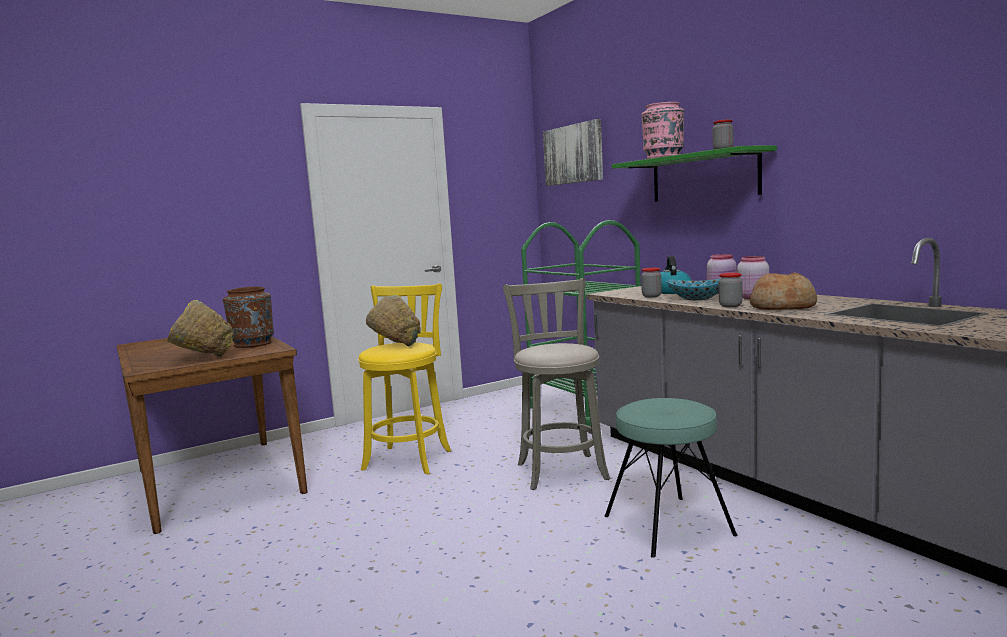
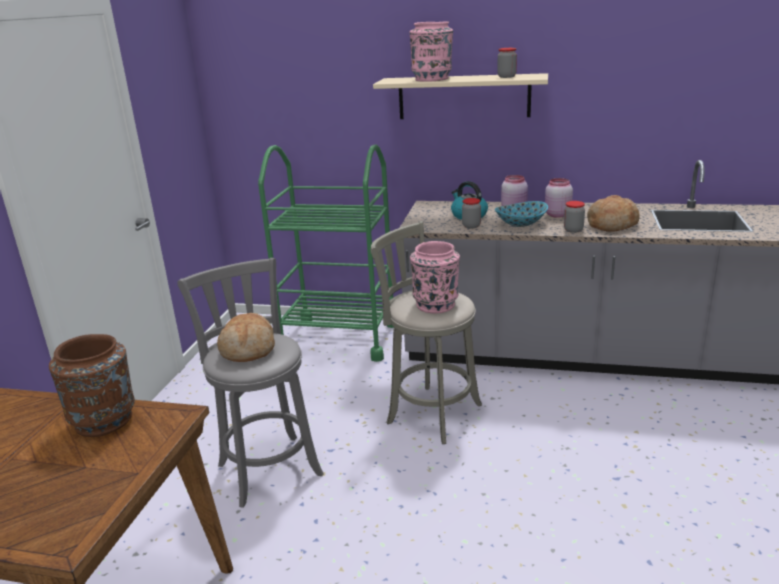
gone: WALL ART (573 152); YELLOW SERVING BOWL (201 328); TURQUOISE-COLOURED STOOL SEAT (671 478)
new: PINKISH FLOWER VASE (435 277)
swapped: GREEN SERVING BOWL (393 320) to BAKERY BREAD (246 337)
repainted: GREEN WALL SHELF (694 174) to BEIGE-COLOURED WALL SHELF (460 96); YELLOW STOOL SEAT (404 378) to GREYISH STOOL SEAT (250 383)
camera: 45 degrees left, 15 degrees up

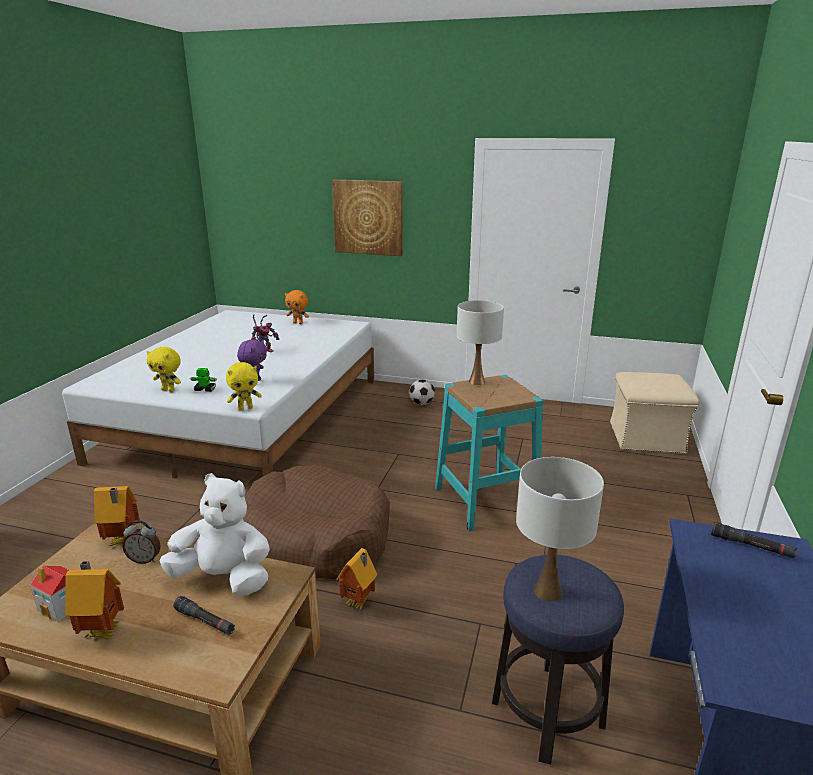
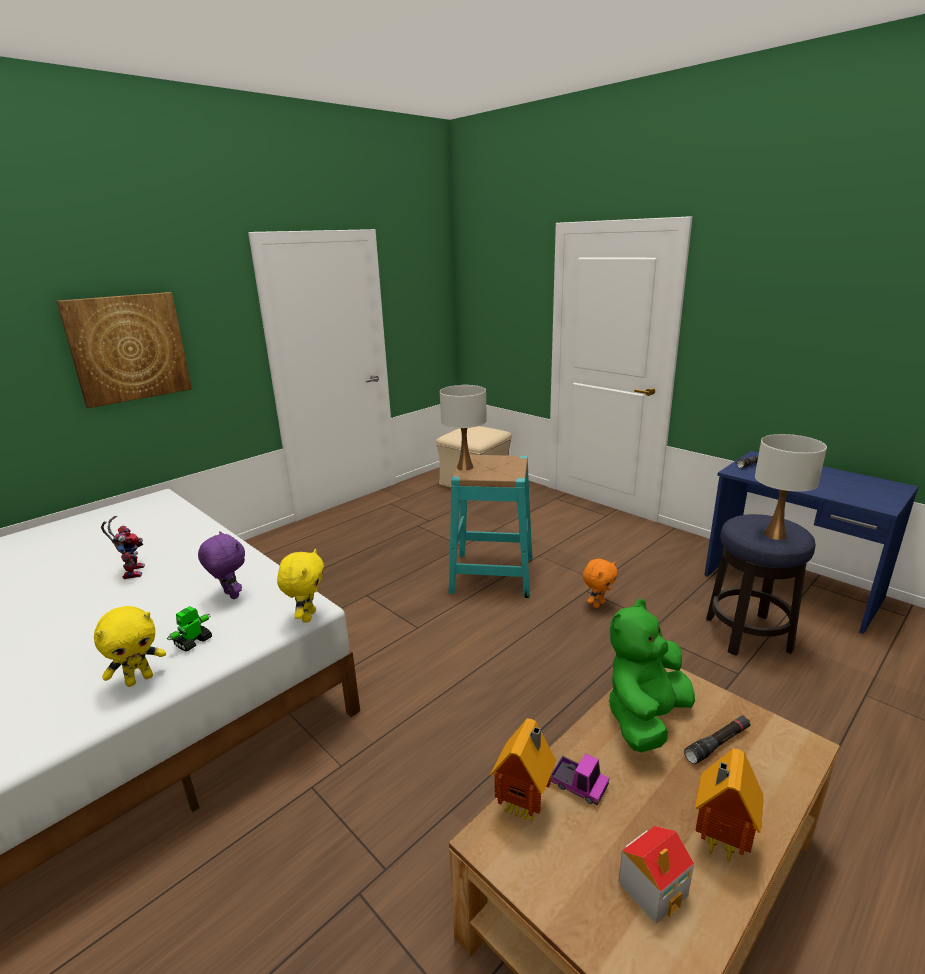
gone: FOOTBALL BALL (422 392); BROWNISH DOG BED (316 522); MINIATURE HOUSE (356 579)
shifted: ORANGE SOFT TOY (297 307) to (600 583)
swapped: TABLE CLOCK (141 542) to MODEL TRUCK (579 779)
repainted: WHITE SOFT TOY (215 534) to GREEN SOFT TOY (651 675)
camera: 60 degrees left, 0 degrees up

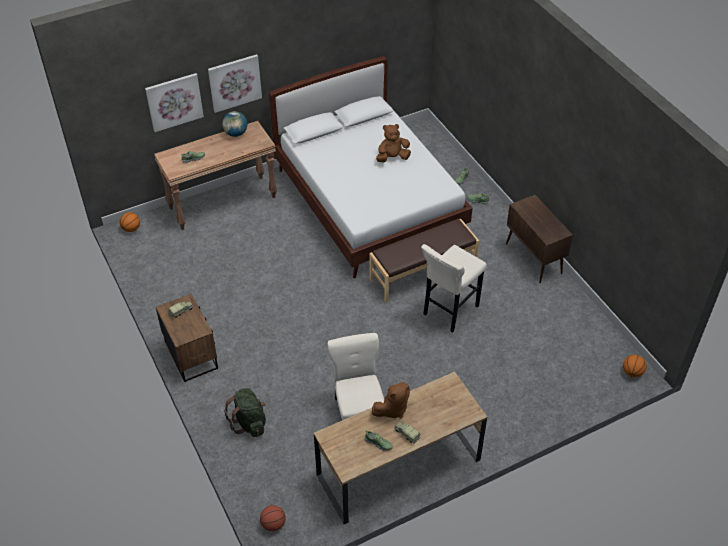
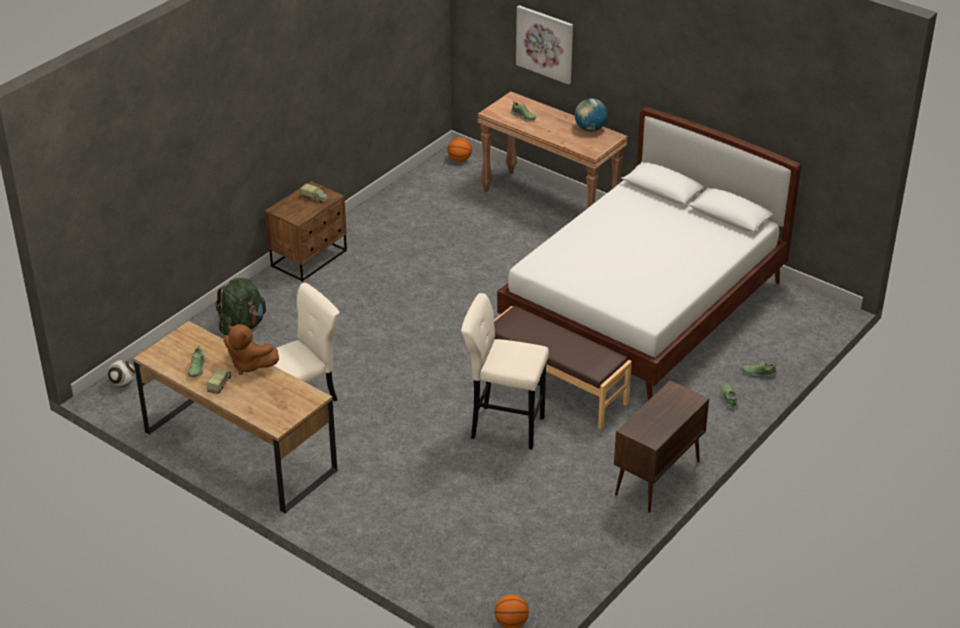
gone: WALL ART (235 83); BROWNISH SOFT TOY (393 143)
swapped: BALL FOR BASKETBALL (273 518) to FOOTBALL BALL (121 373)
camera: 65 degrees right, 10 degrees down

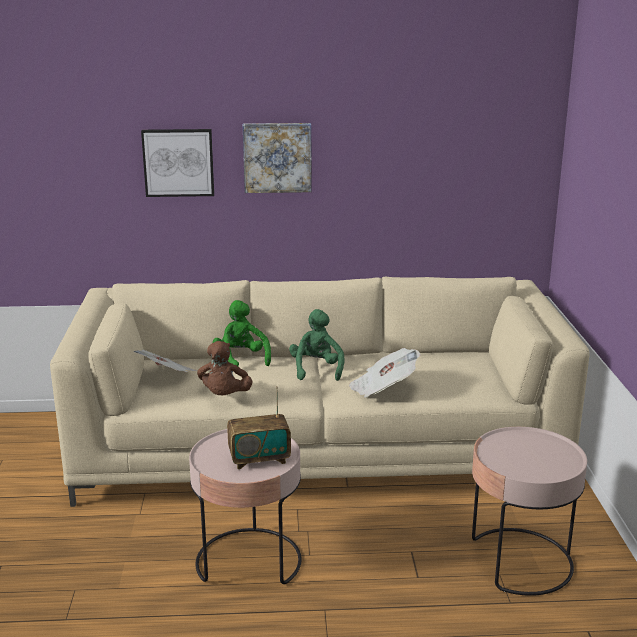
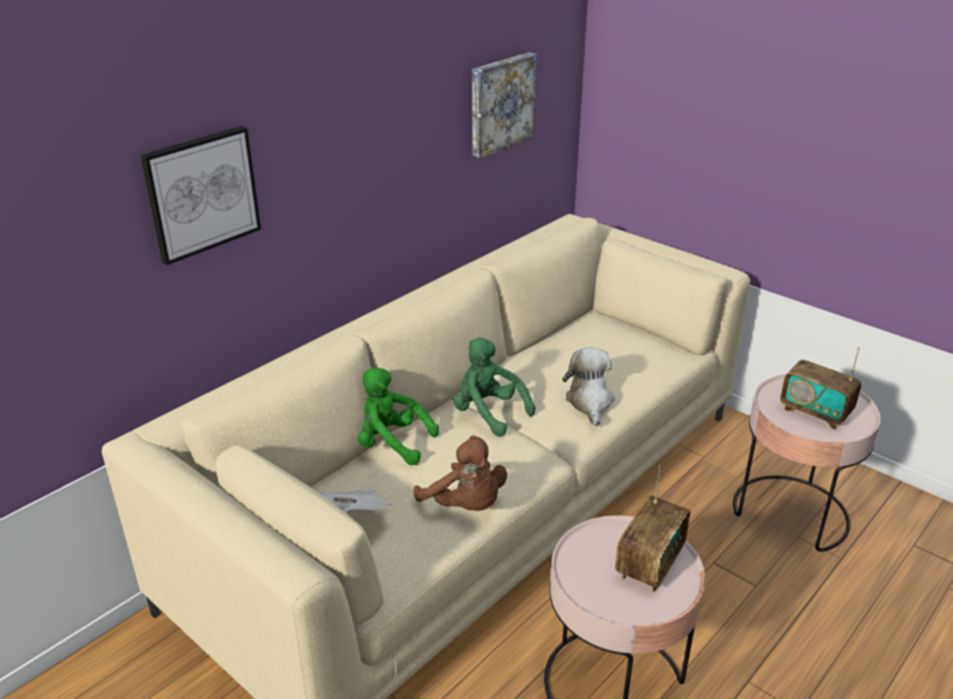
new: RADIO RECEIVER (820 388)
shifted: WALL ART (277 158) to (504 105)
swapped: NEWSPAPER (385 372) to SOFT TOY (589 386)
camera: 45 degrees left, 10 degrees up

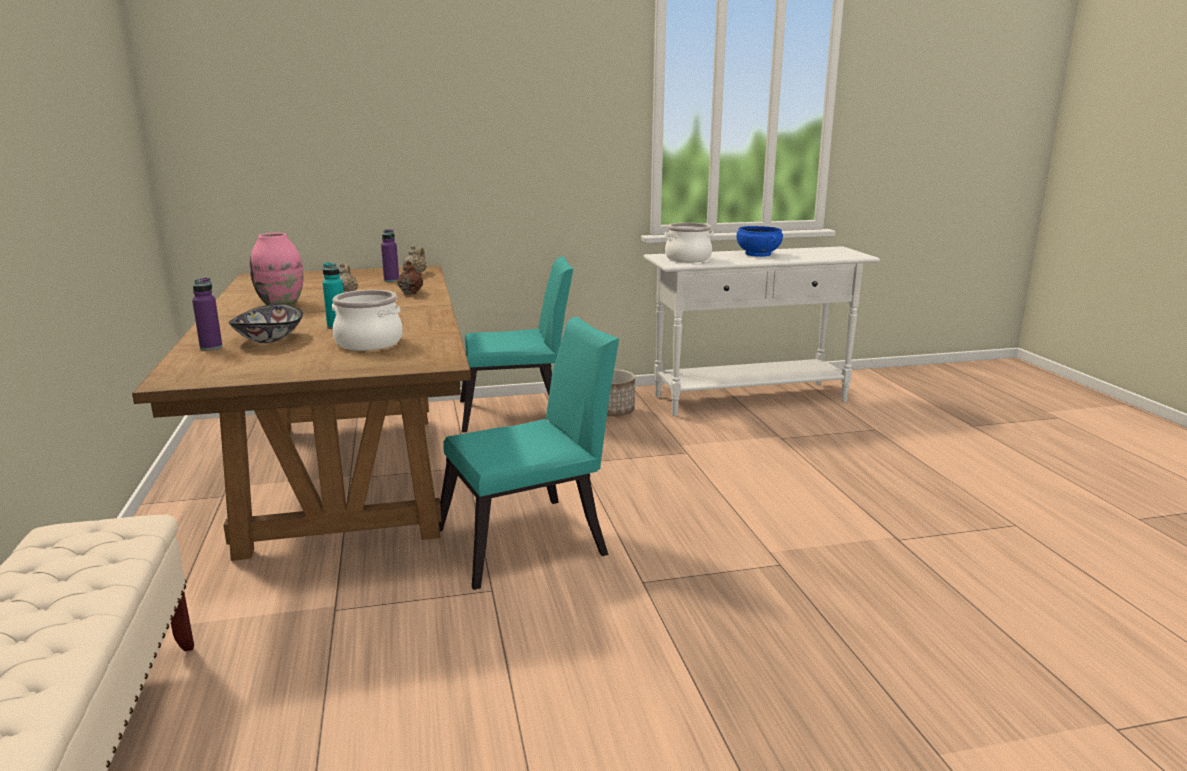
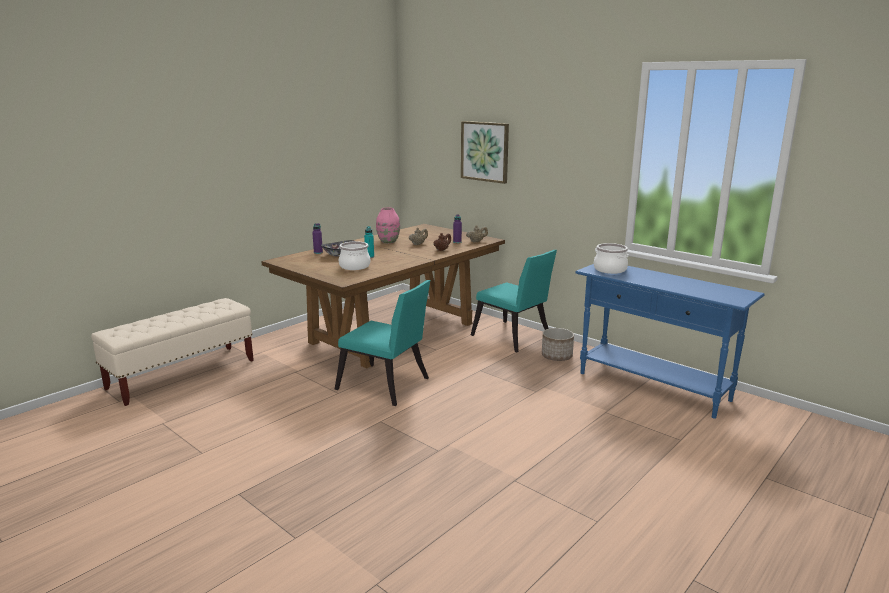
gone: BLUE SERVING BOWL (760 241)
new: WALL ART (485 152)
repainted: WHITE CONSOLE TABLE (761 331) to BLUE CONSOLE TABLE (670 341)
camera: 55 degrees right, 0 degrees up

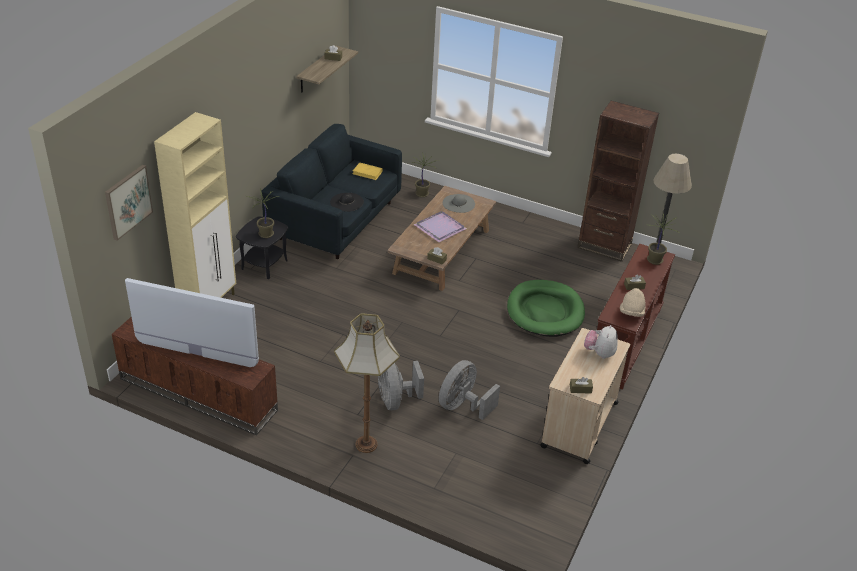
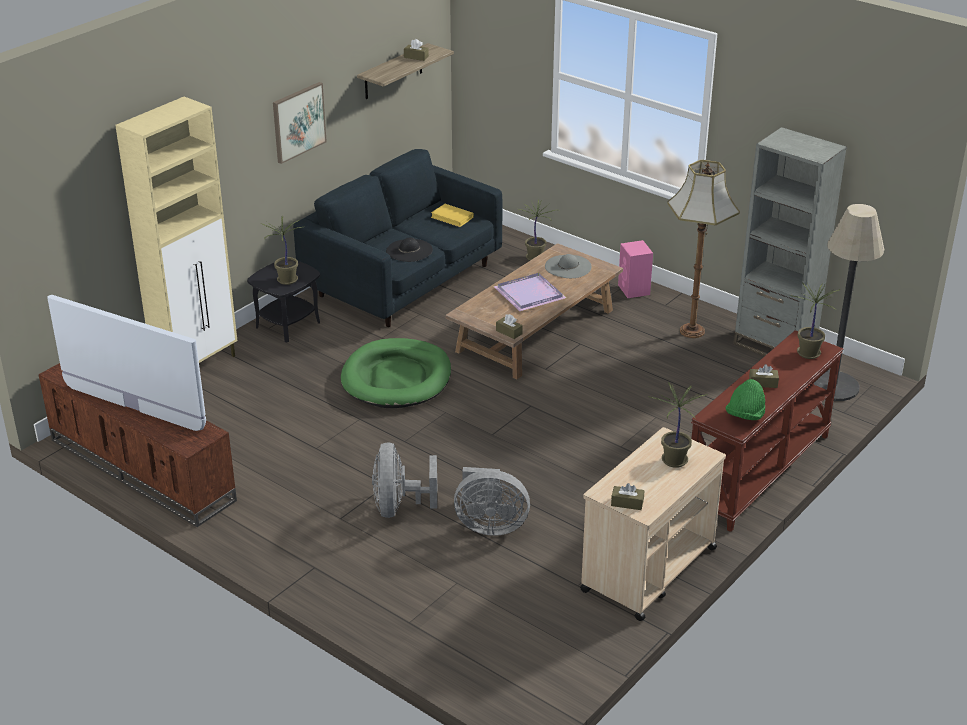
new: PINKISH AUDIO SPEAKER (635 269)
shifted: WALL ART (129 203) to (300 123); GREEN DOG BED (546 308) to (396 373); FLOOR LAMP (367 383) to (703 249)
swapped: SOFT TOY (601 342) to POTTED PLANT (678 425)
repainted: BROWNISH BOOKCASE (618 181) to GREYISH BOOKCASE (790 241); BEIGE-COLOURED WEARABLE HAT (632 302) to GREEN WEARABLE HAT (745 399)
rotated: GREYISH COOLING FAN (469 390) = (492 501) 135 degrees counterclockwise
camera: 15 degrees right, 5 degrees down

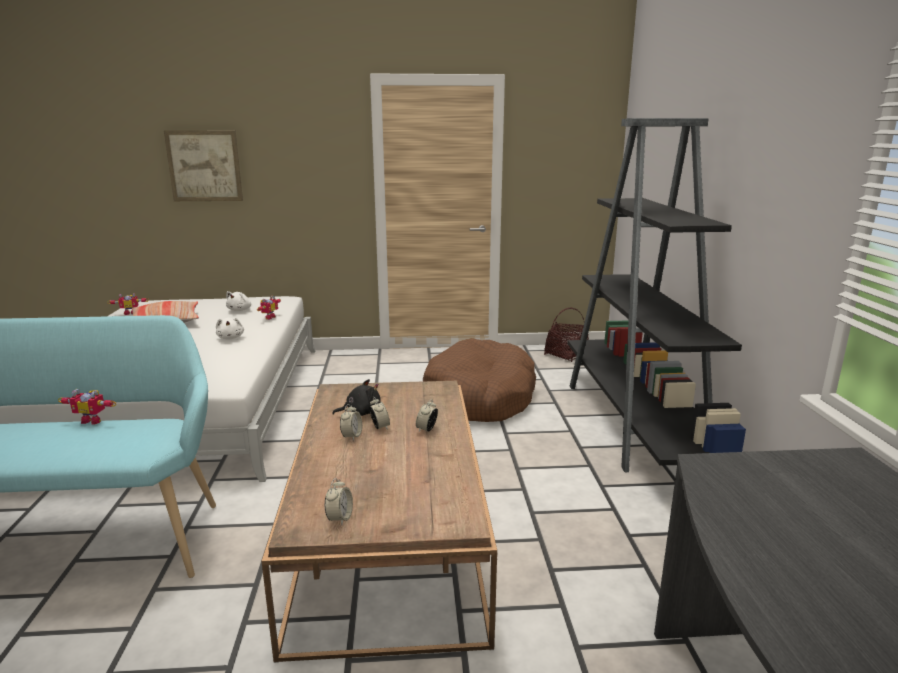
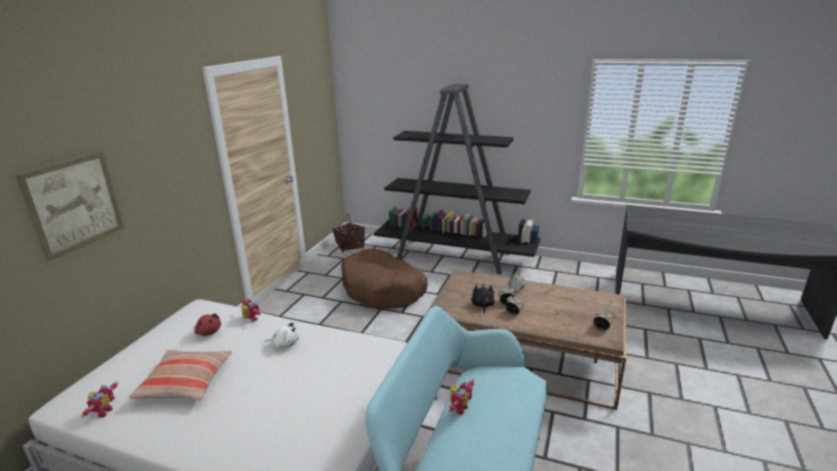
repainted: WHITE SOFT TOY (238 301) to RED-COLOURED SOFT TOY (207 324)
camera: 65 degrees left, 5 degrees up

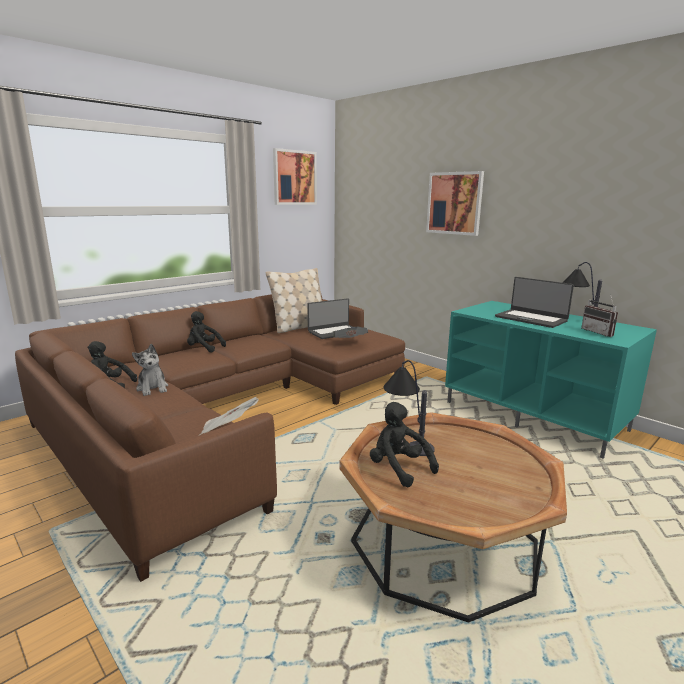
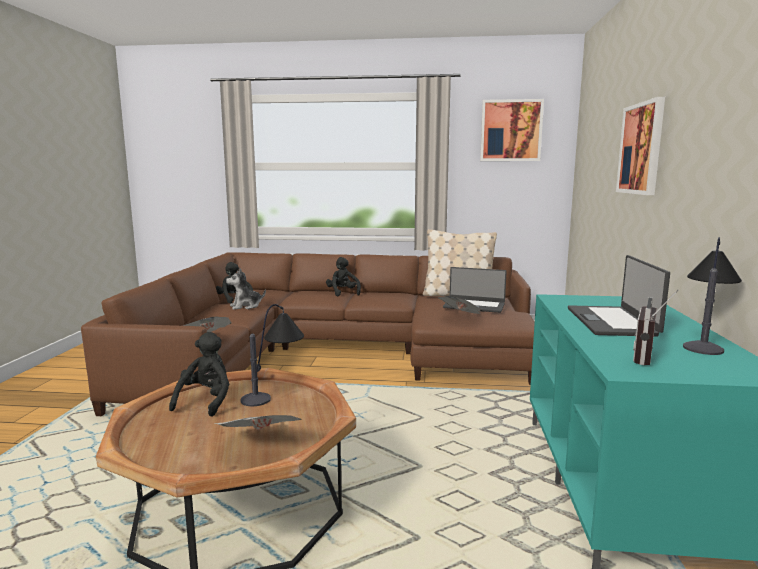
new: NEWSPAPER (258 422)
rotated: SOFT TOY (150 370) = (246 289) 45 degrees clockwise
camera: 50 degrees right, 5 degrees down

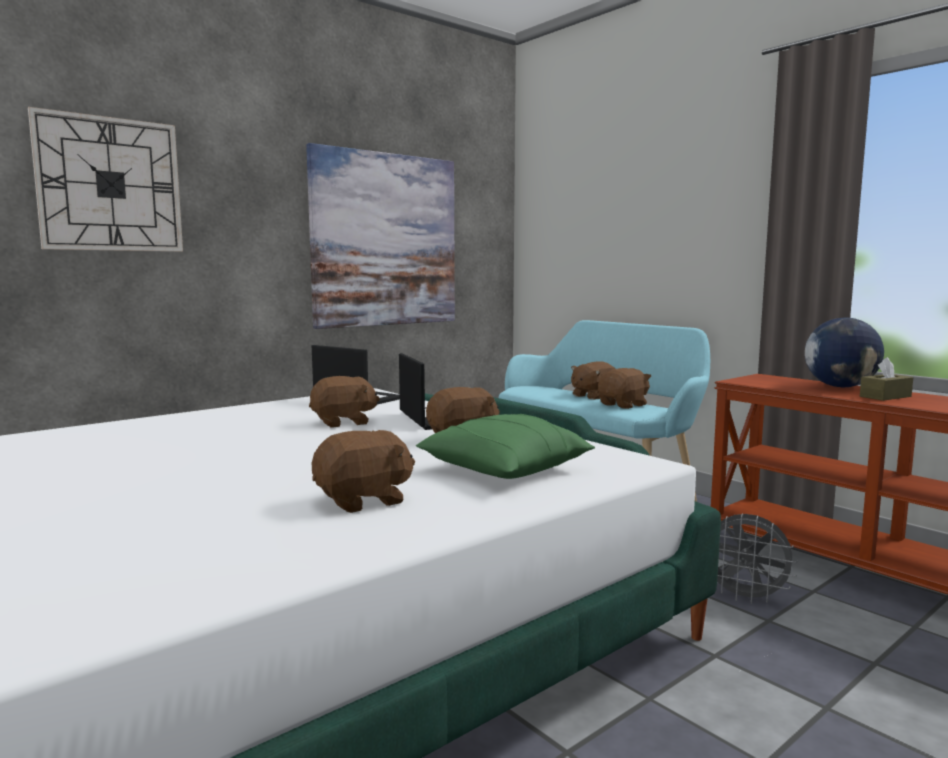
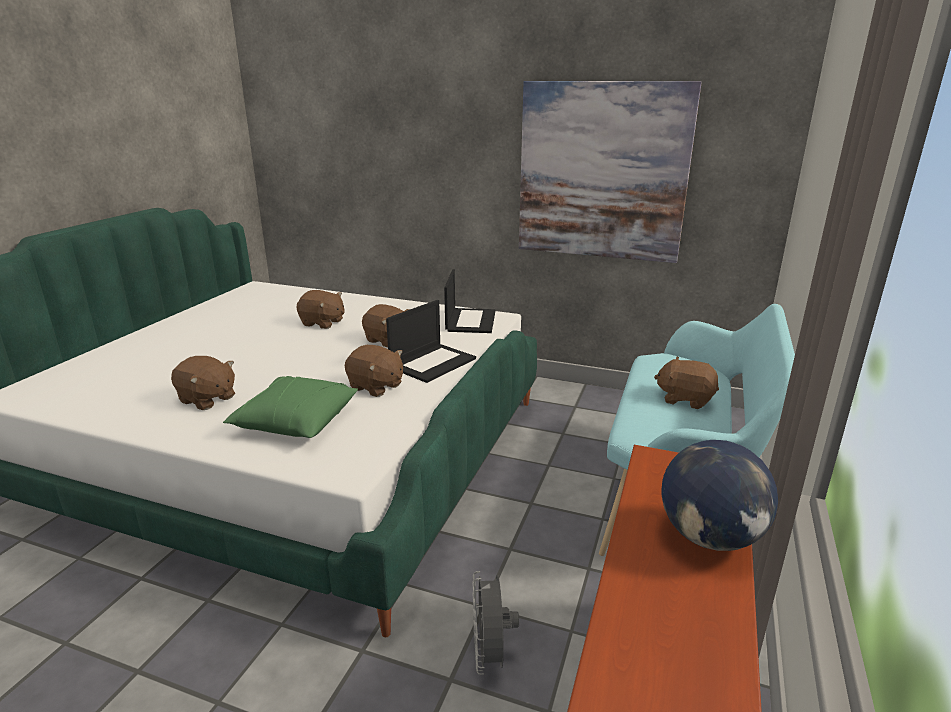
gone: HANGING CLOCK (105 179); BROWNISH TISSUE HOLDER (886 379)
shifted: BROWNISH SOFT TOY (624 388) to (321 309)
camera: 60 degrees right, 15 degrees up

